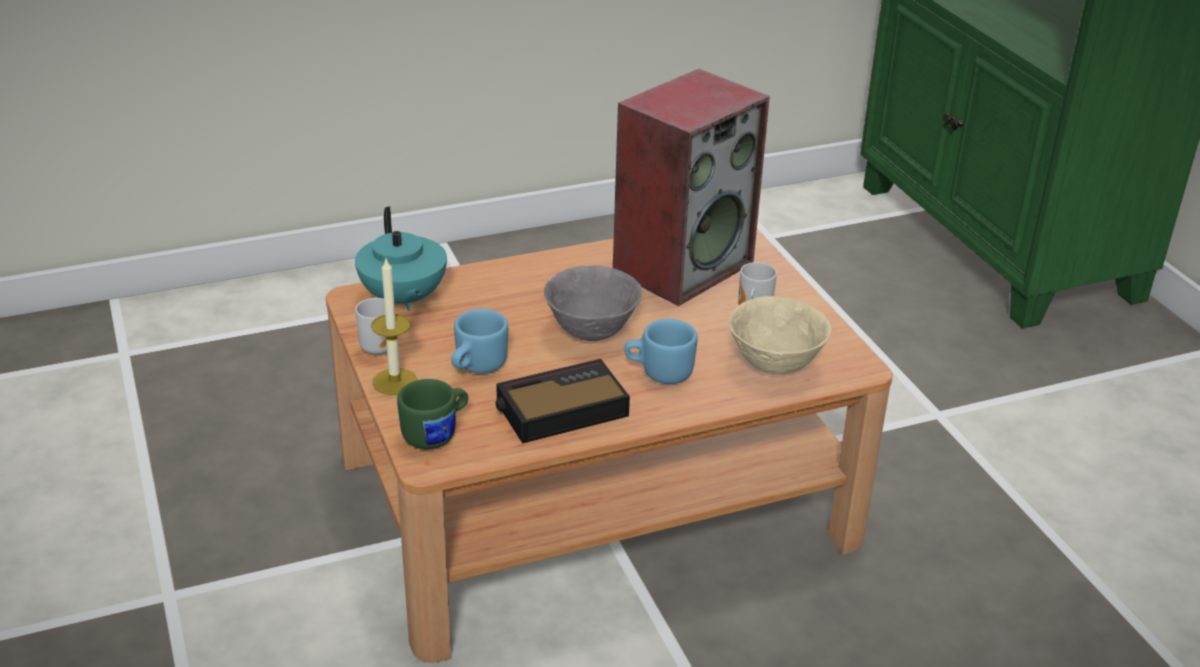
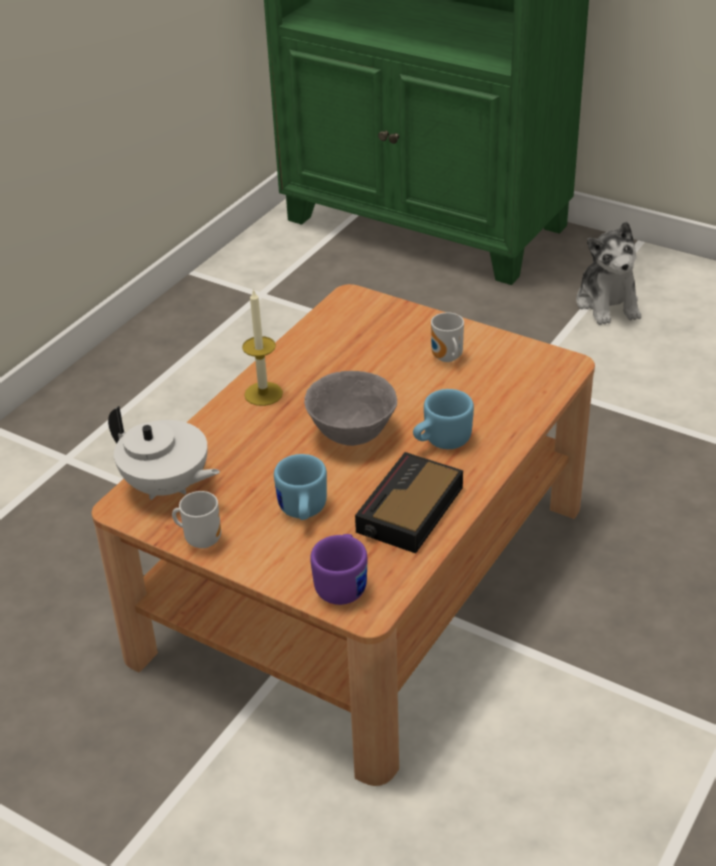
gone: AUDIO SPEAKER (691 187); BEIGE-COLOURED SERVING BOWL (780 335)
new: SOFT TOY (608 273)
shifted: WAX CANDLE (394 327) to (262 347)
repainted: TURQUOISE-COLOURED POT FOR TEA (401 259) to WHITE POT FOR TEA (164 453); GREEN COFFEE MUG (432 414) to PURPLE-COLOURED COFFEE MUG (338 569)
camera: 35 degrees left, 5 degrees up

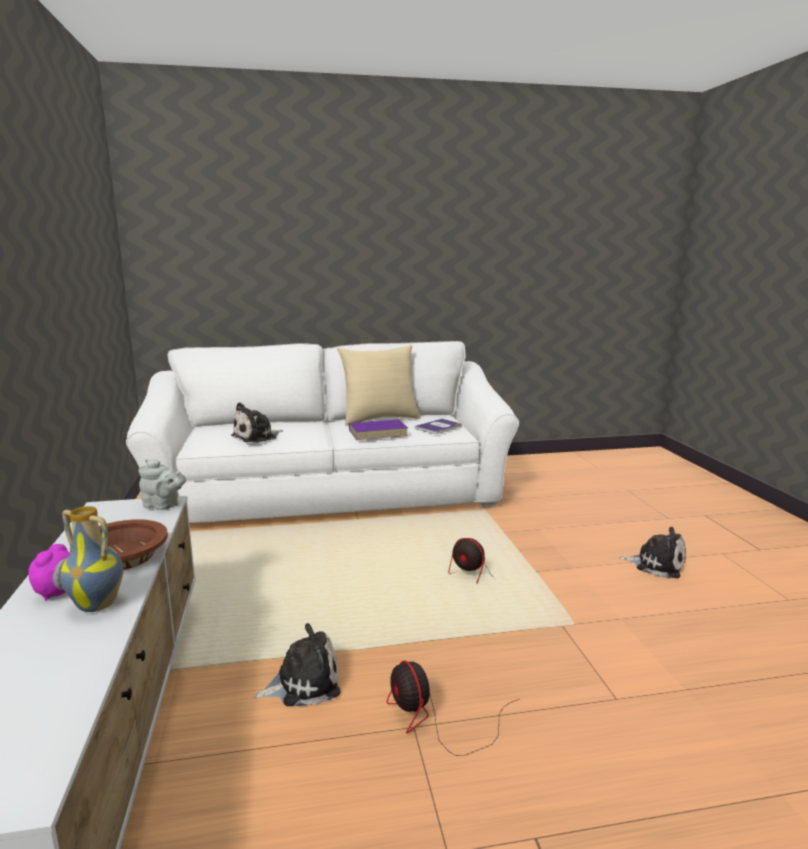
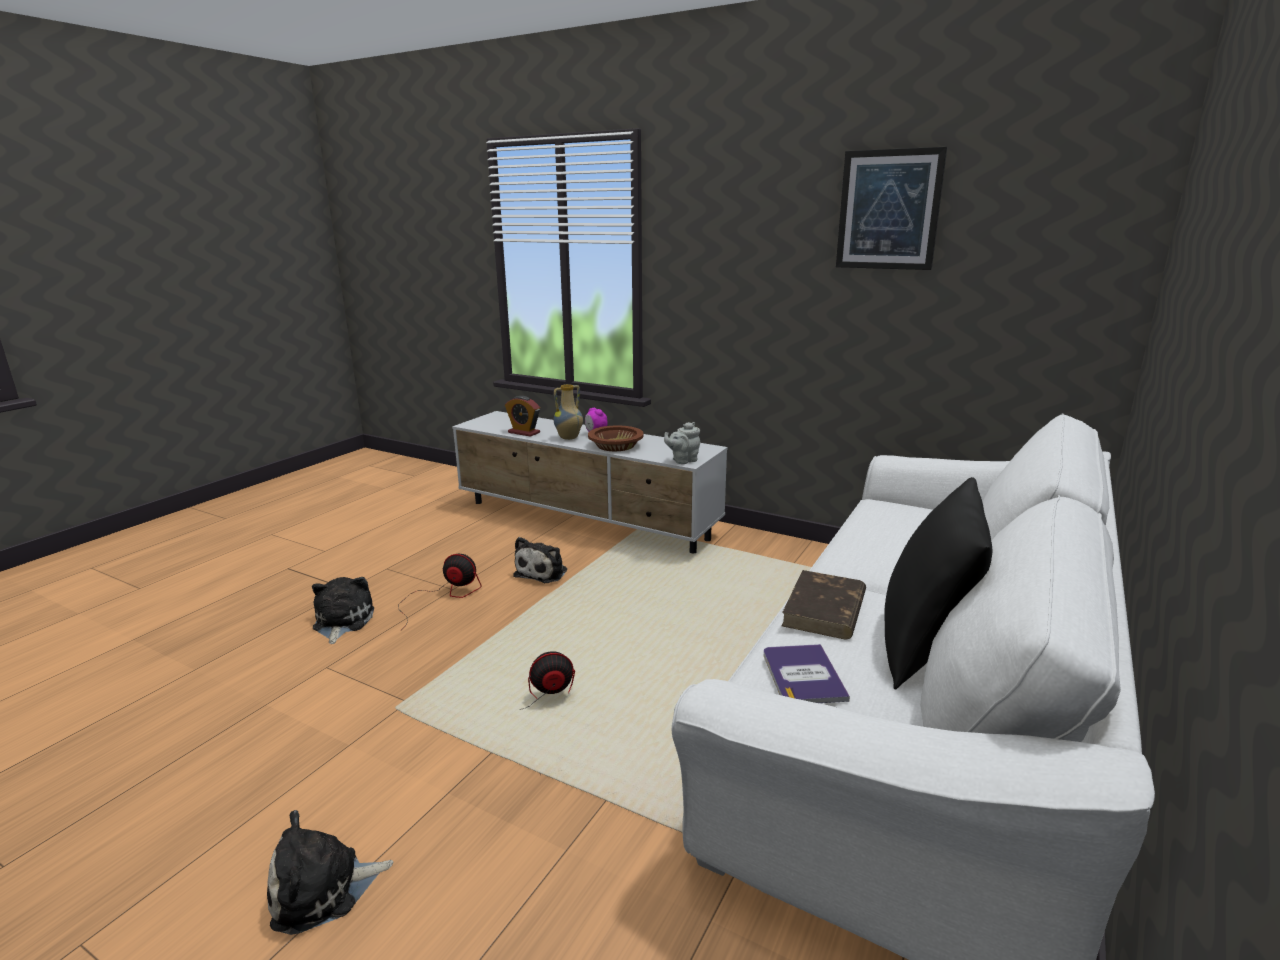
new: WALL ART (891 208); TABLE CLOCK (522 416)
shifted: SOFT TOY (257 422) to (343 610)
repainted: BEIGE-COLOURED THROW PILLOW (379 385) to BLACK-COLOURED THROW PILLOW (938 583); PURPLE-COLOURED BOOK (378 429) to BROWNISH BOOK (823 604)
camera: 130 degrees right, 5 degrees up

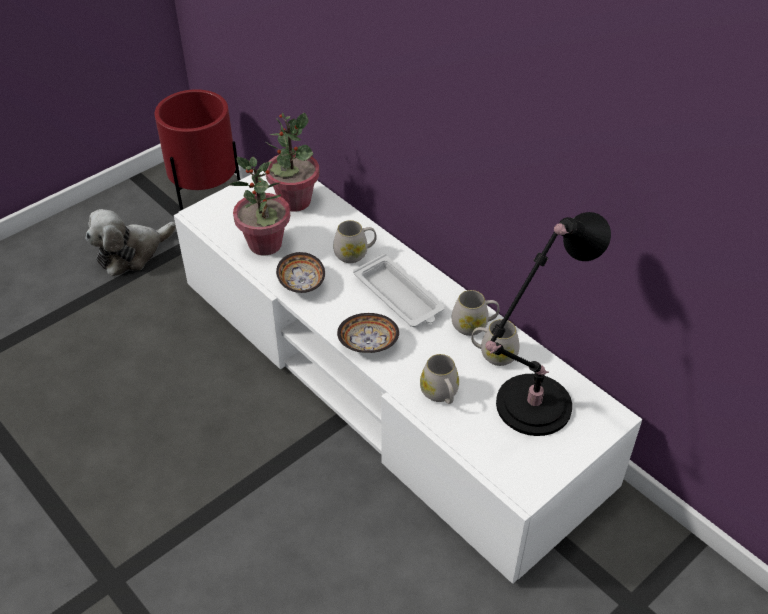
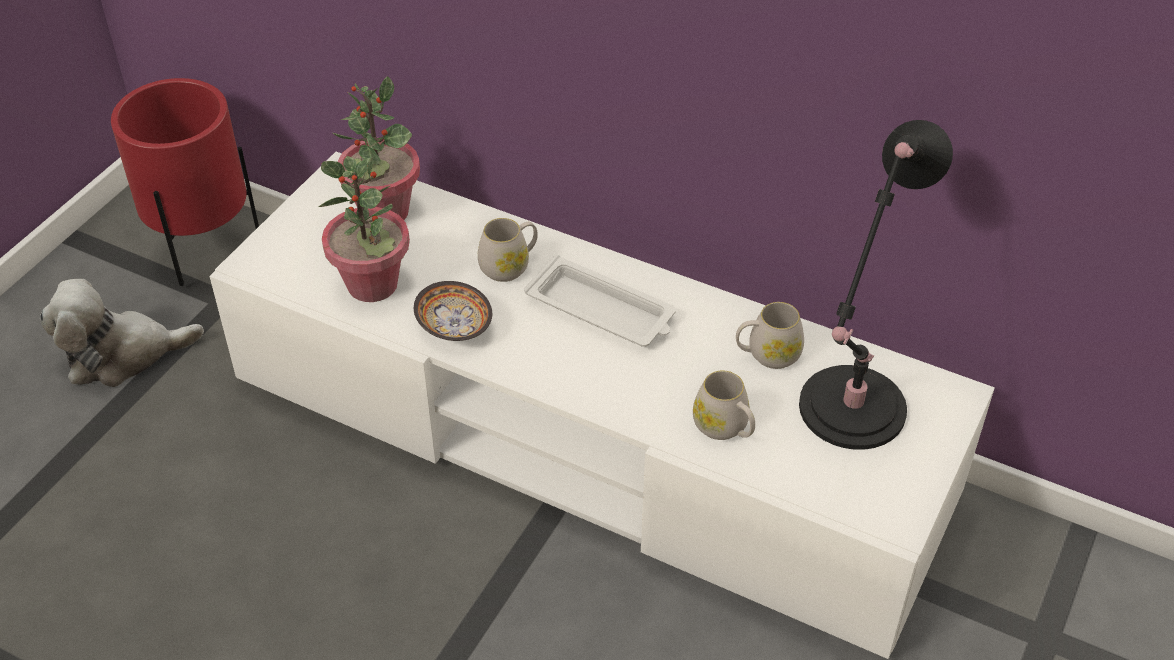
gone: WHITE COFFEE MUG (475 313); SERVING BOWL (368 333)
rotated: SOFT TOY (130 243) = (122 333) 45 degrees clockwise
camera: 20 degrees left, 0 degrees up

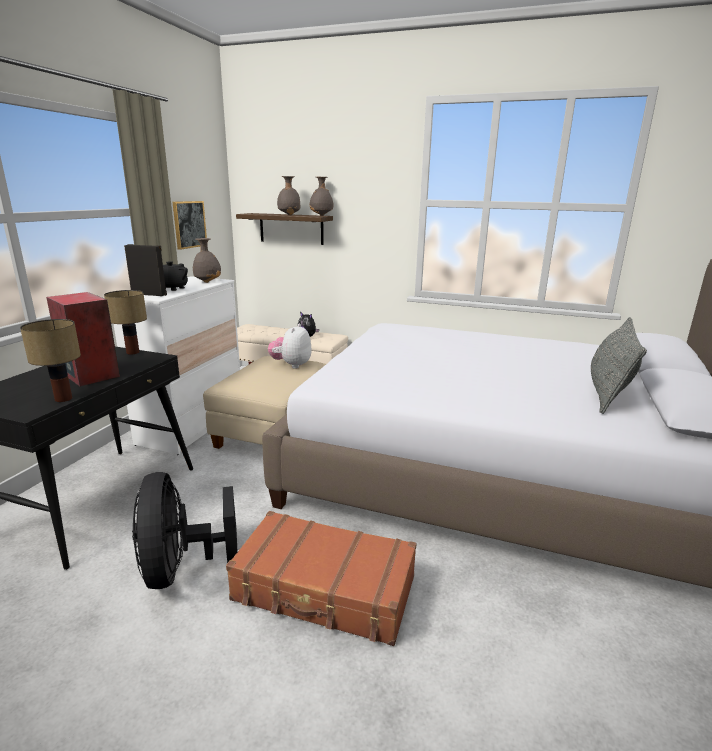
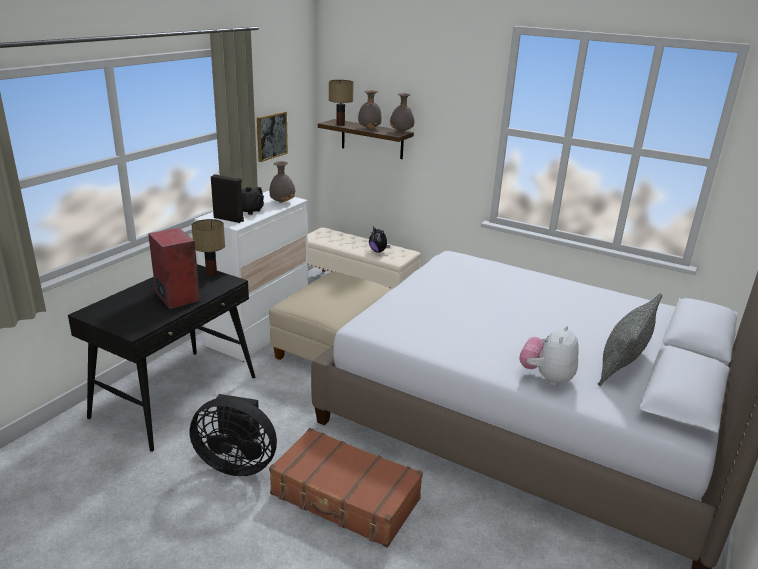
shifted: TABLETOP LAMP (50 360) to (341 103); SOFT TOY (289 346) to (549 356)
rotated: BLACK-COLOURED COOLING FAN (185 530) = (233 435) 75 degrees counterclockwise
camera: 10 degrees right, 5 degrees up

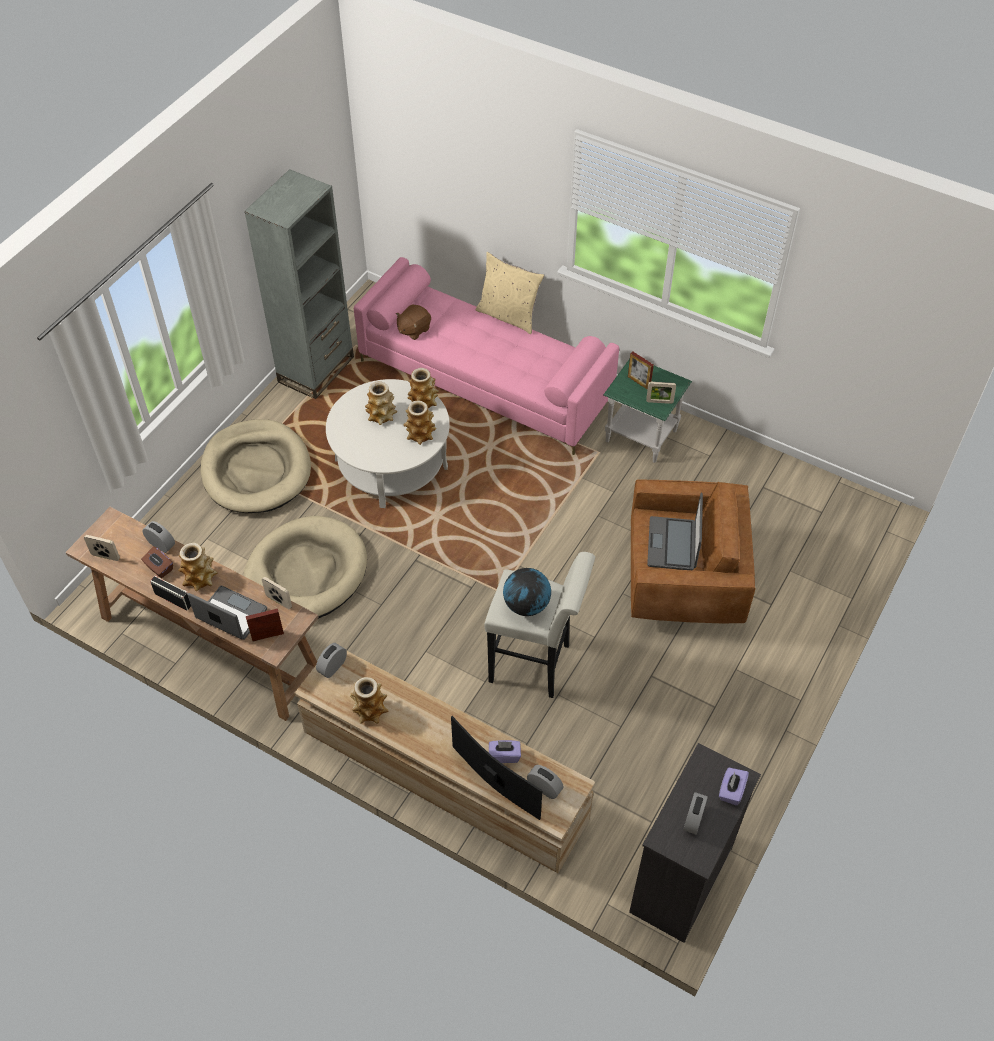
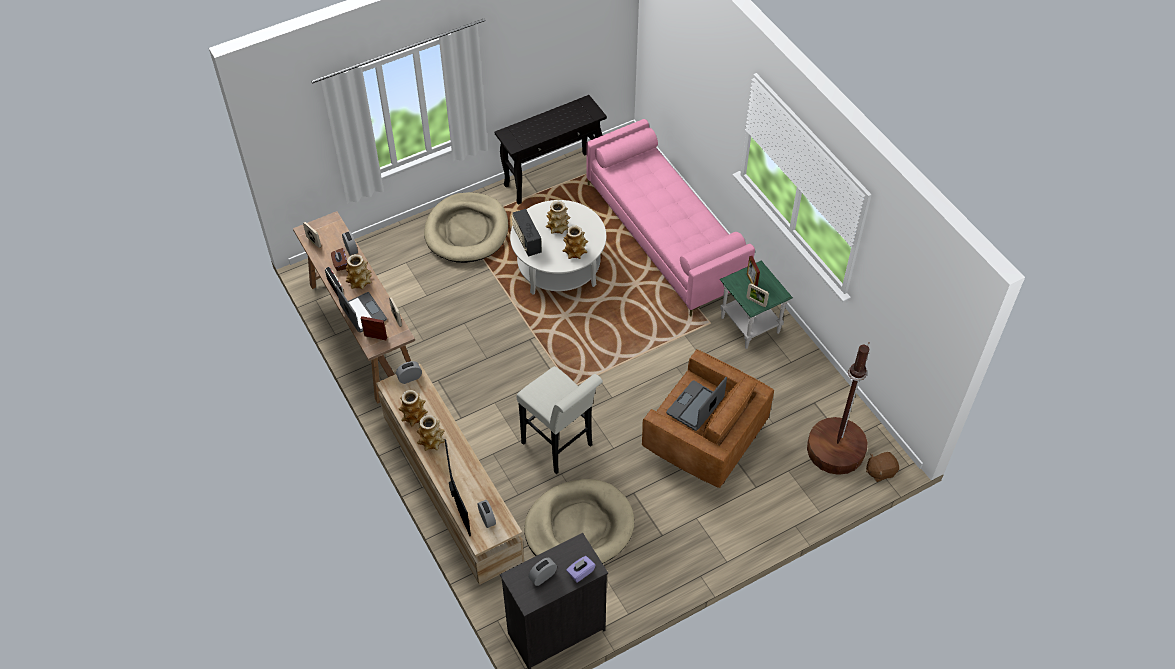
gone: BEIGE-COLOURED THROW PILLOW (510 293); GLOBE (527 592); PURPLE-COLOURED TISSUE HOLDER (505 751)
new: RADIO RECEIVER (527 233); BROWNISH FLOOR LAMP (838 408)
shifted: BROWNISH SOFT TOY (413 322) to (882 467); FLOWER VASE (423 388) to (431 433); BEIGE-COLOURED DOG BED (305 567) to (579 521)
swapped: GREYISH BOOKCASE (299 284) to BLACK-COLOURED CONSOLE TABLE (551 150)
camera: 30 degrees right, 0 degrees up

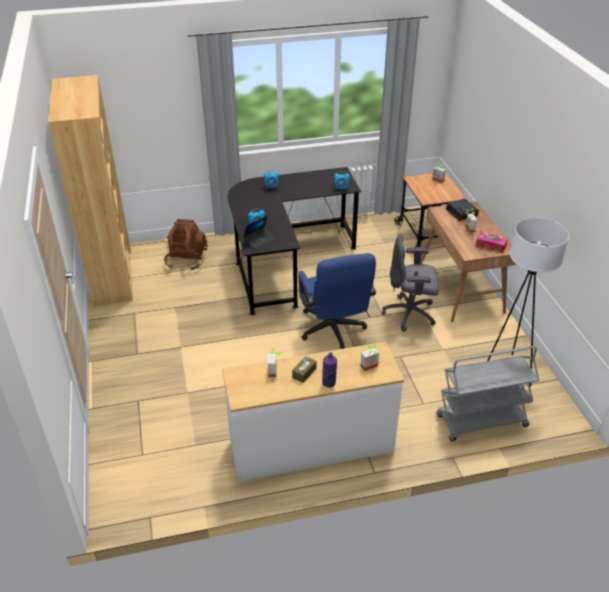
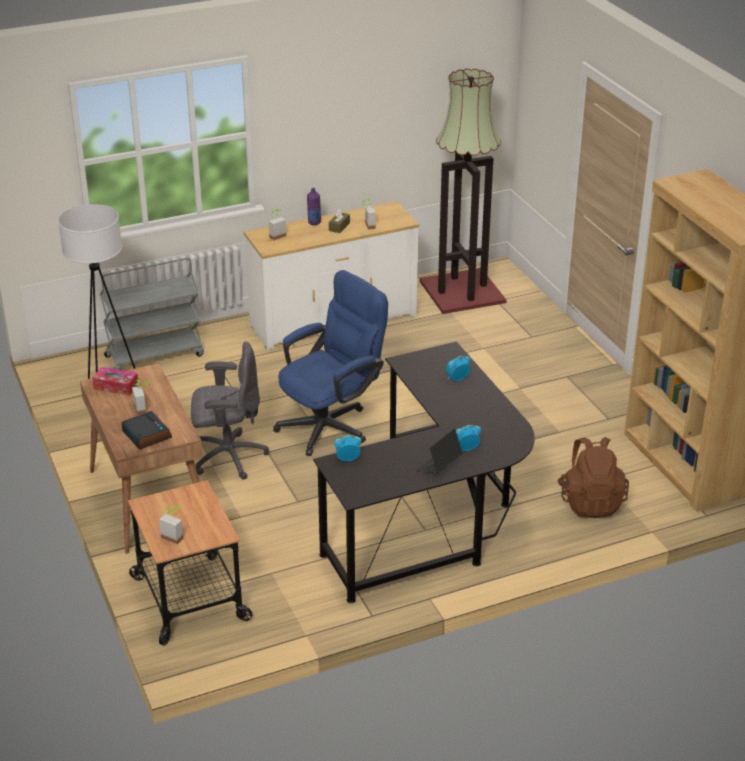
new: FLOOR LAMP (463 191)
shifted: NOTEBOOK COMPUTER (259 232) to (439 451)
rotated: BLUE COMPUTER CHAIR (337 301) = (330 363) 75 degrees clockwise
camera: 170 degrees right, 5 degrees down

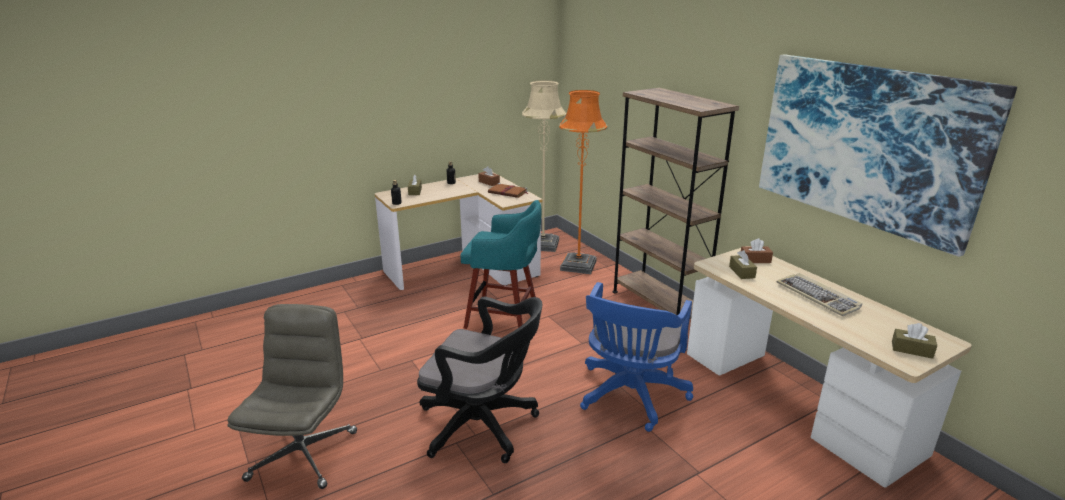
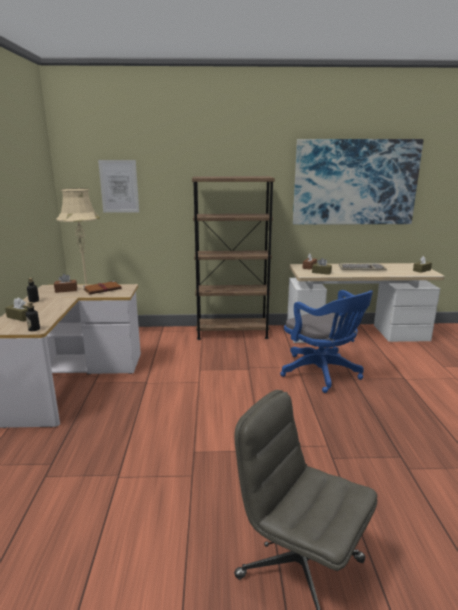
gone: ORANGE FLOOR LAMP (583 182); TURQUOISE-COLOURED STOOL SEAT (500 264); BLACK-COLOURED COMPUTER CHAIR (479 380)
new: WALL ART (118 186)
camera: 60 degrees left, 5 degrees down

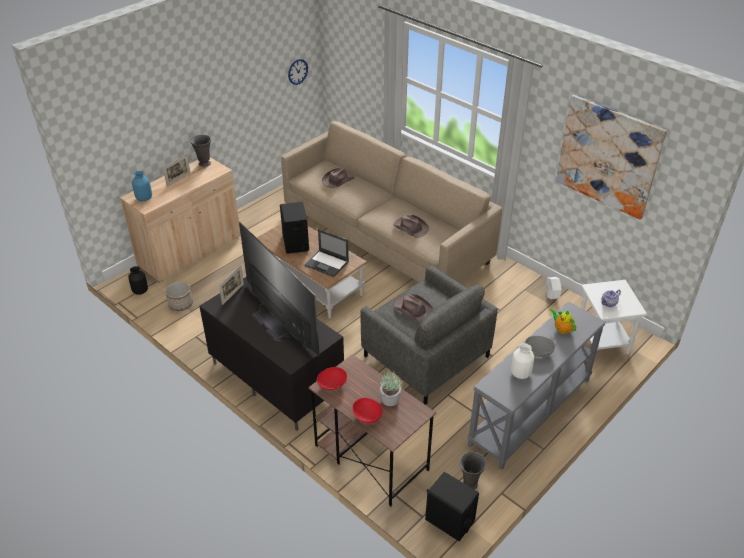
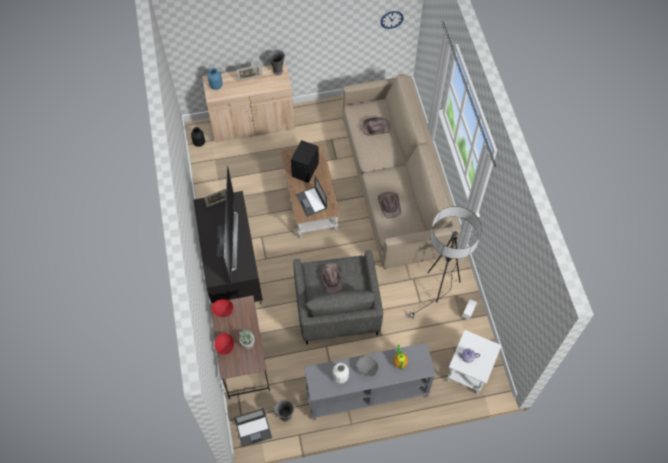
gone: WALL ART (611 157); PLANT POT (179 296)
new: FLOOR LAMP (445 262)
swapped: BLACK-COLOURED AUDIO SPEAKER (452 506) to NOTEBOOK COMPUTER (253 427)
camera: 35 degrees right, 20 degrees up

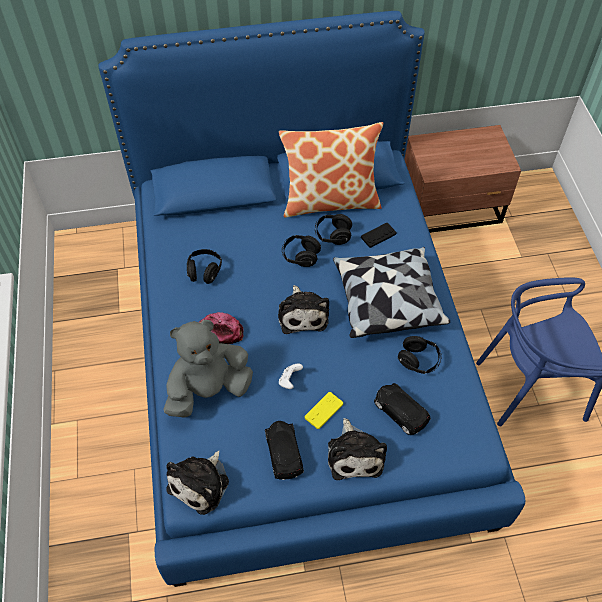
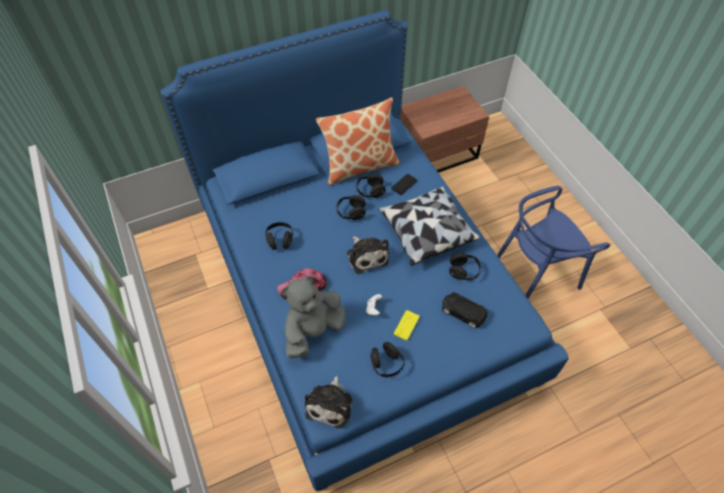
gone: SOFT TOY (357 449)
swapped: BLACK-COLOURED TOY CAR (284 450) to BLACK-COLOURED HEADSET (387 360)
camera: 15 degrees left, 0 degrees up

